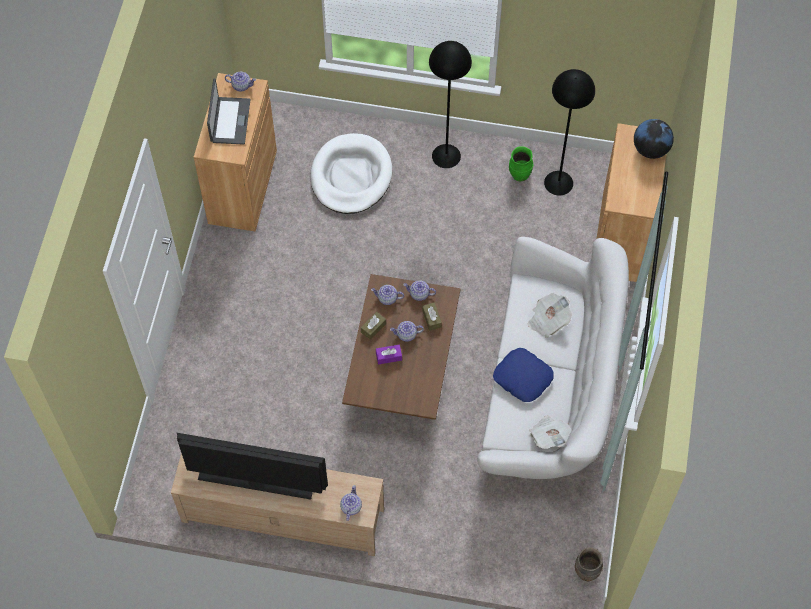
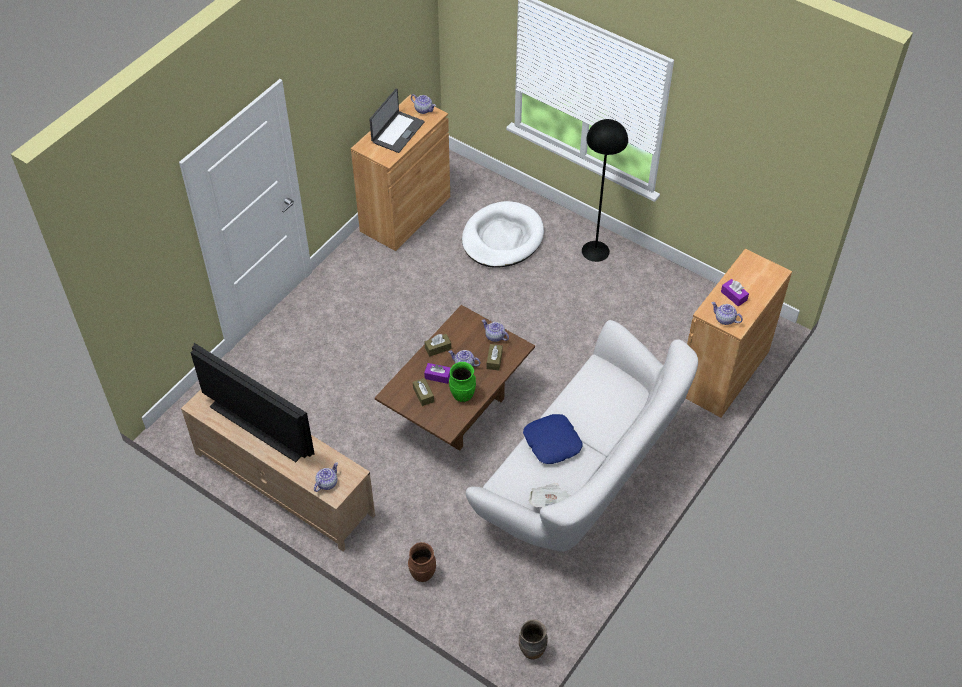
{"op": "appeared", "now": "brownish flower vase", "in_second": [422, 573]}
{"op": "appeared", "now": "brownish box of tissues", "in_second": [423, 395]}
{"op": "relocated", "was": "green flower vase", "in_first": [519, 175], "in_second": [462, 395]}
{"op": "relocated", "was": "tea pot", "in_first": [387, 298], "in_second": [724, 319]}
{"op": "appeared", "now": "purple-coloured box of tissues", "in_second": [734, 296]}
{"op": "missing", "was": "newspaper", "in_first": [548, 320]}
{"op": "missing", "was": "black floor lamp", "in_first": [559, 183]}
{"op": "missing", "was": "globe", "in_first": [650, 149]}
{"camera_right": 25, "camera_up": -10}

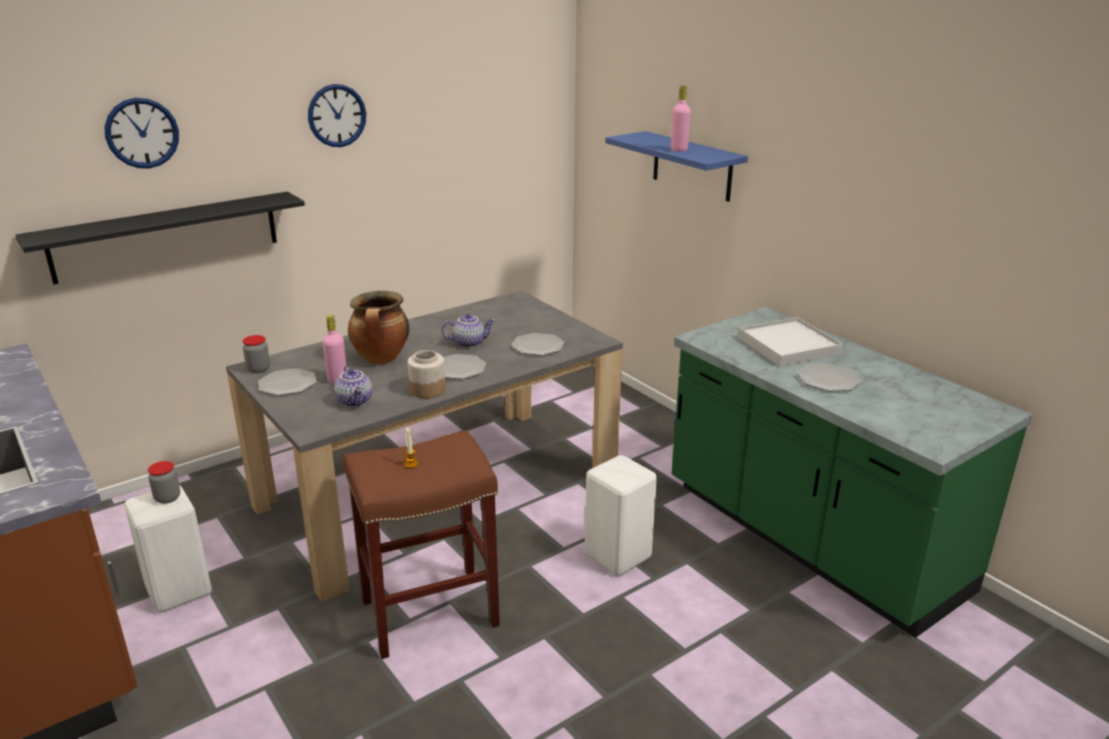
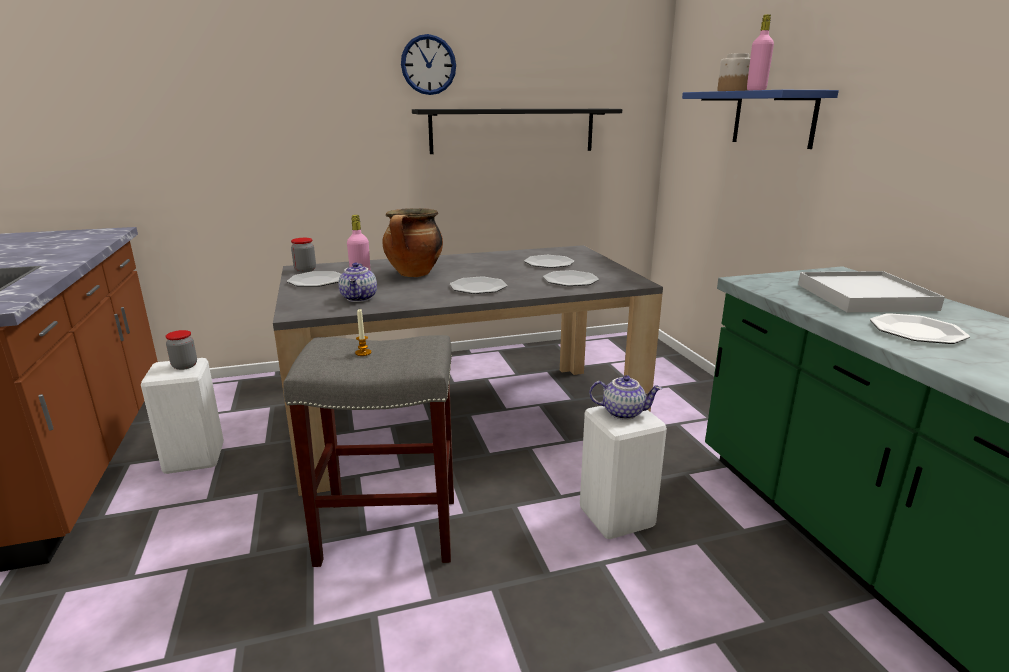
{"op": "colour", "was": "brownish stool", "now": "grey stool", "in_first": [428, 614], "in_second": [386, 531]}
{"op": "relocated", "was": "black bracket shelf", "in_first": [167, 236], "in_second": [513, 130]}
{"op": "appeared", "now": "flat dish", "in_second": [549, 263]}
{"op": "relocated", "was": "tea pot", "in_first": [469, 342], "in_second": [623, 412]}
{"op": "relocated", "was": "jar", "in_first": [427, 390], "in_second": [733, 91]}
{"op": "missing", "was": "hanging clock", "in_first": [142, 133]}
{"camera_right": 20, "camera_up": -5}

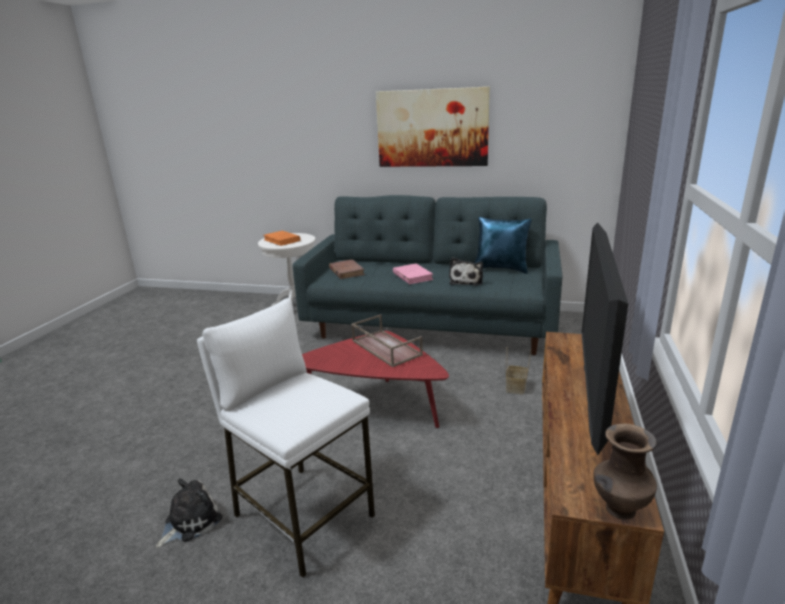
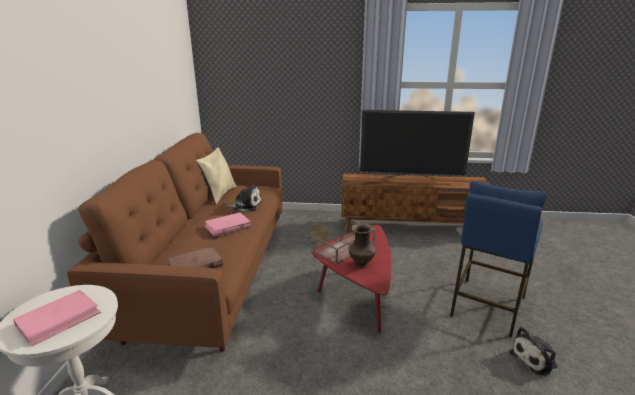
{"op": "colour", "was": "orangey bound book", "now": "pink-coloured bound book", "in_first": [282, 240], "in_second": [59, 319]}
{"op": "colour", "was": "grey couch", "now": "brownish couch", "in_first": [431, 326], "in_second": [211, 275]}
{"op": "colour", "was": "bluish throw pillow", "now": "sand-coloured throw pillow", "in_first": [501, 269], "in_second": [219, 194]}
{"op": "relocated", "was": "brownish flower vase", "in_first": [619, 509], "in_second": [361, 265]}
{"op": "colour", "was": "white-coloured stool", "now": "bluish stool", "in_first": [303, 515], "in_second": [486, 306]}
{"op": "spun", "was": "soft toy", "in_first": [190, 521], "in_second": [535, 359], "clockwise": -60}
{"op": "missing", "was": "wall art", "in_first": [432, 128]}
{"camera_right": -100, "camera_up": 0}

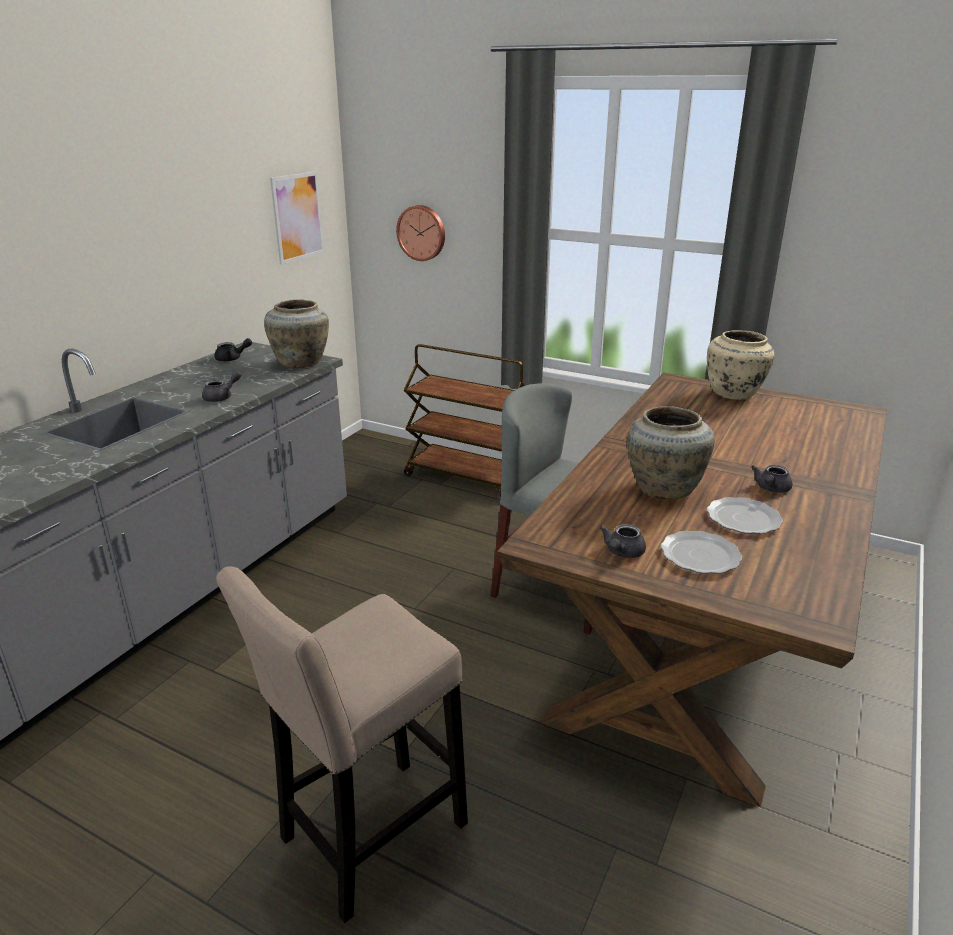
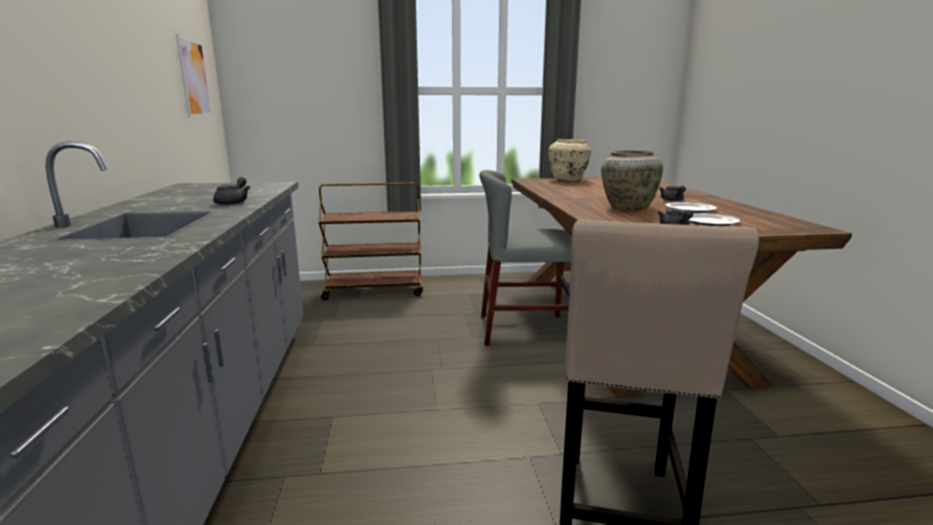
{"op": "missing", "was": "black tea pot", "in_first": [232, 359]}
{"op": "missing", "was": "sand-coloured flower vase", "in_first": [301, 363]}
{"op": "missing", "was": "hanging clock", "in_first": [422, 233]}
{"camera_right": -35, "camera_up": -10}

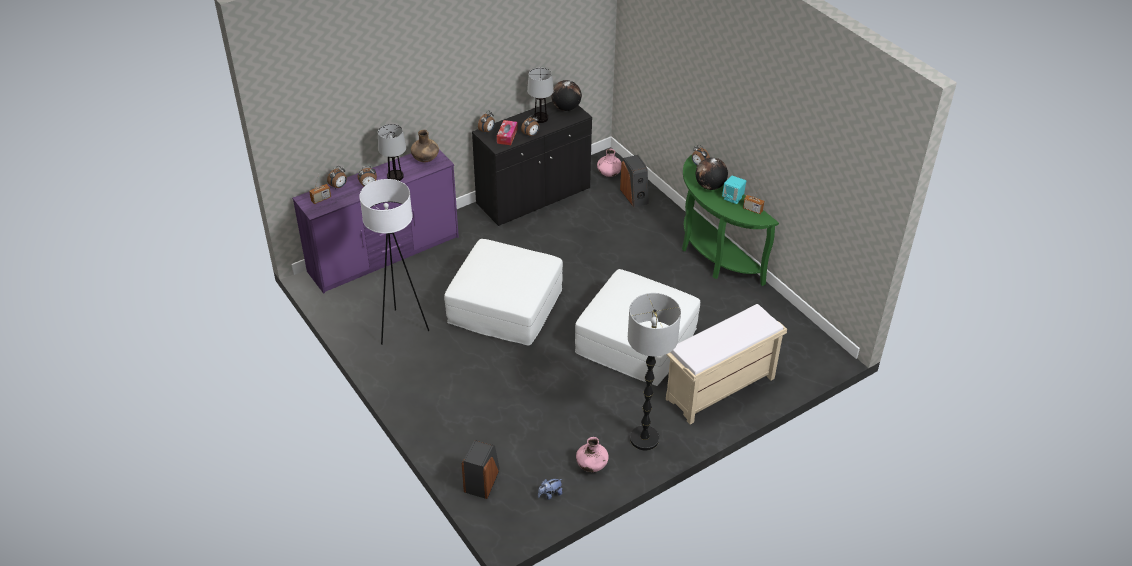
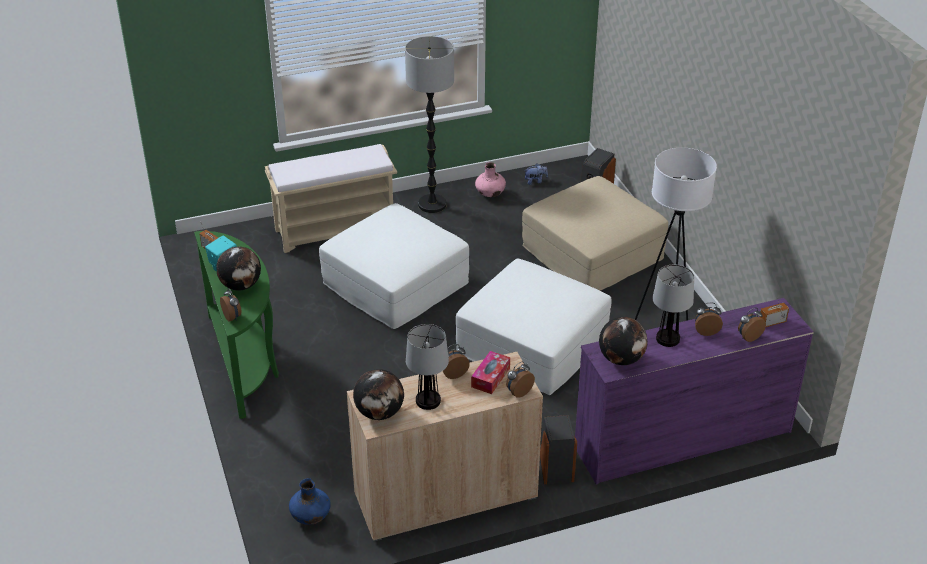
{"op": "colour", "was": "pink-coloured flower vase", "now": "bluish flower vase", "in_first": [609, 173], "in_second": [311, 517]}
{"op": "colour", "was": "black cabinet", "now": "sand-coloured cabinet", "in_first": [533, 197], "in_second": [445, 495]}
{"op": "appeared", "now": "sand-coloured footrest", "in_second": [591, 253]}
{"op": "relocated", "was": "loudspeaker", "in_first": [634, 196], "in_second": [555, 466]}
{"op": "exchanged", "was": "brownish flower vase", "now": "globe", "in_first": [425, 159], "in_second": [621, 359]}
{"camera_right": -165, "camera_up": -5}

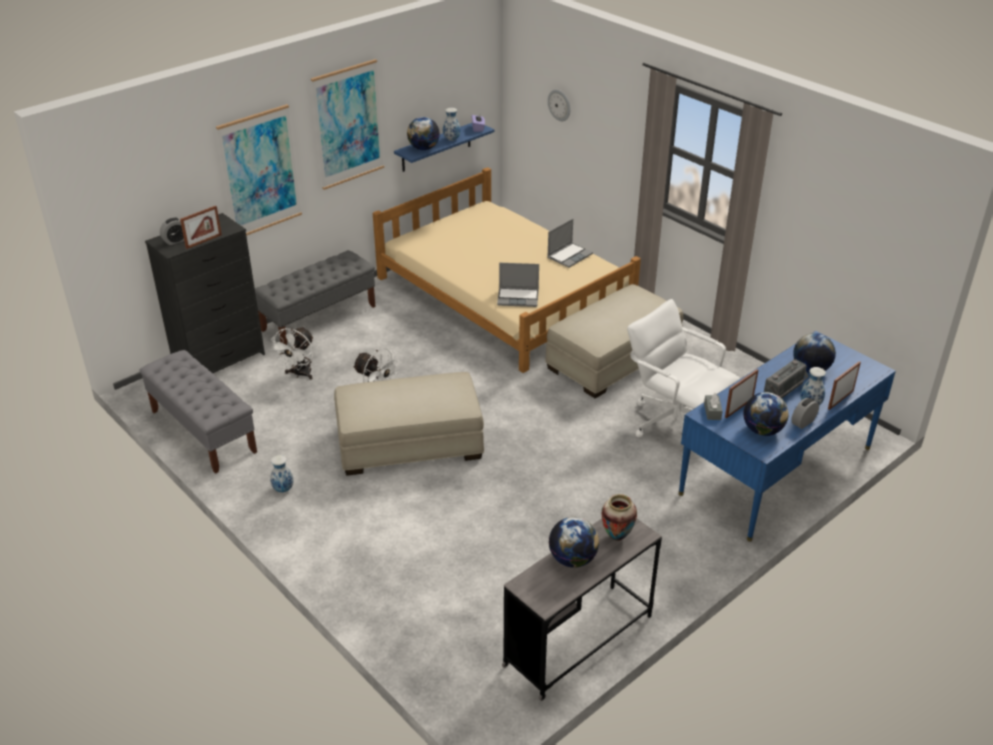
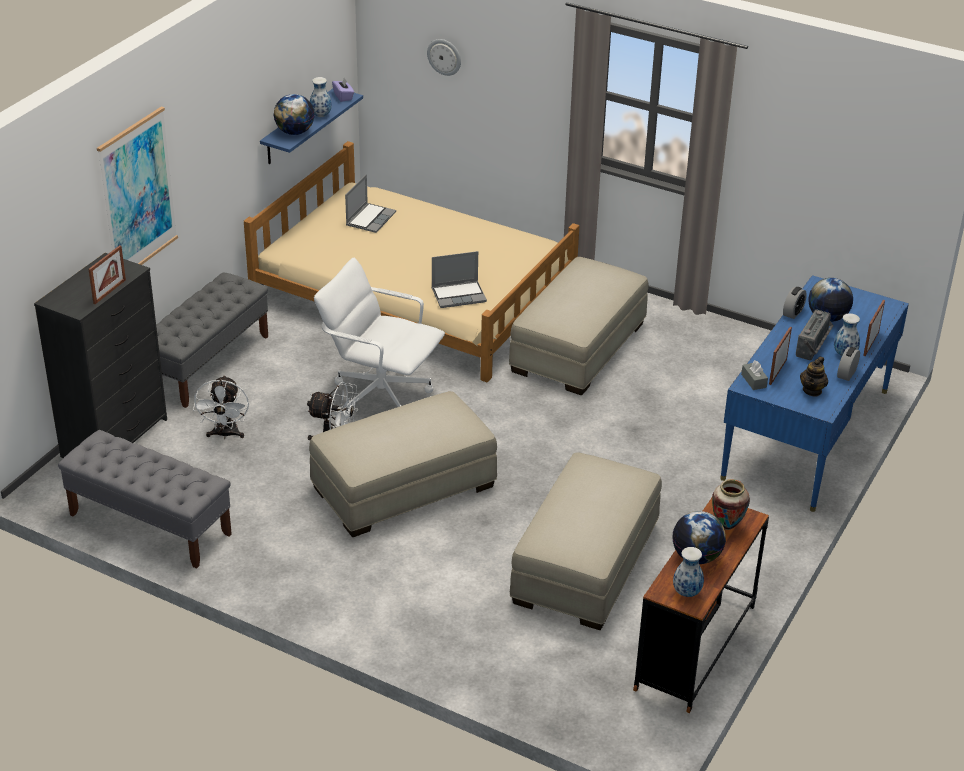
{"op": "relocated", "was": "white-coloured desk chair", "in_first": [674, 422], "in_second": [380, 395]}
{"op": "relocated", "was": "portable computer", "in_first": [569, 256], "in_second": [370, 219]}
{"op": "appeared", "now": "sand-coloured footrest", "in_second": [585, 563]}
{"op": "colour", "was": "grey desk", "now": "brownish desk", "in_first": [578, 641], "in_second": [695, 648]}
{"op": "relocated", "was": "flower vase", "in_first": [283, 489], "in_second": [687, 593]}
{"op": "relocated", "was": "table clock", "in_first": [176, 241], "in_second": [793, 313]}
{"op": "exchanged", "was": "globe", "now": "tea pot", "in_first": [762, 431], "in_second": [812, 390]}
{"op": "missing", "was": "wall art", "in_first": [348, 124]}
{"camera_right": -20, "camera_up": 0}

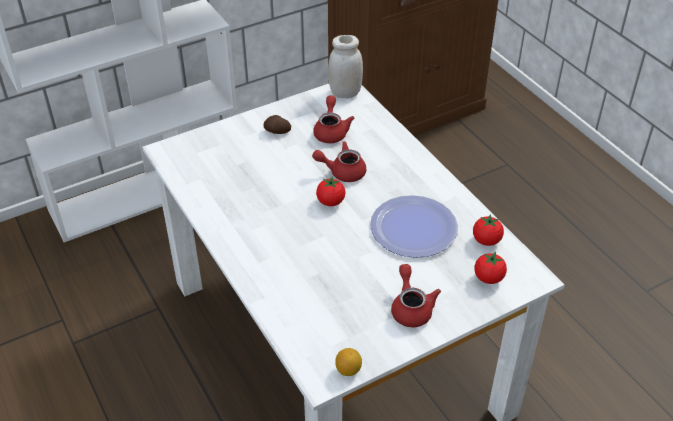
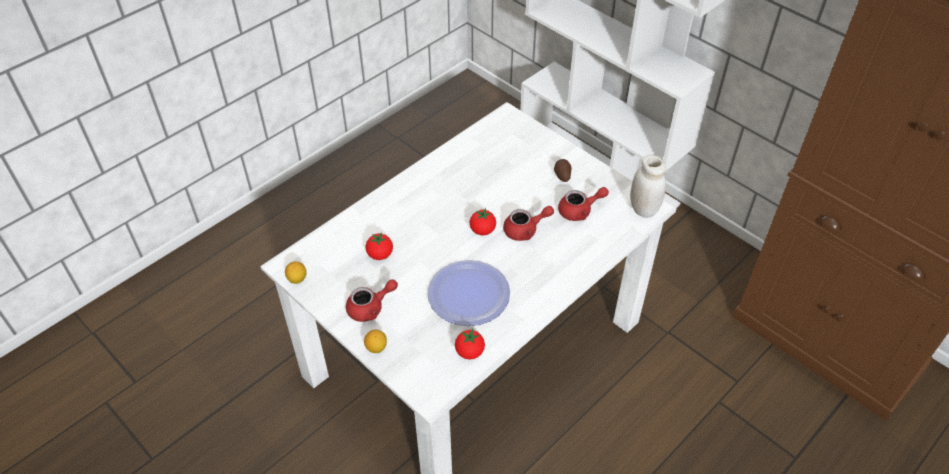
{"op": "appeared", "now": "whole lemon", "in_second": [376, 348]}
{"op": "relocated", "was": "tomato", "in_first": [488, 278], "in_second": [380, 254]}
{"op": "spun", "was": "red tea pot", "in_first": [342, 172], "in_second": [525, 230], "clockwise": 90}
{"camera_right": 75, "camera_up": 5}

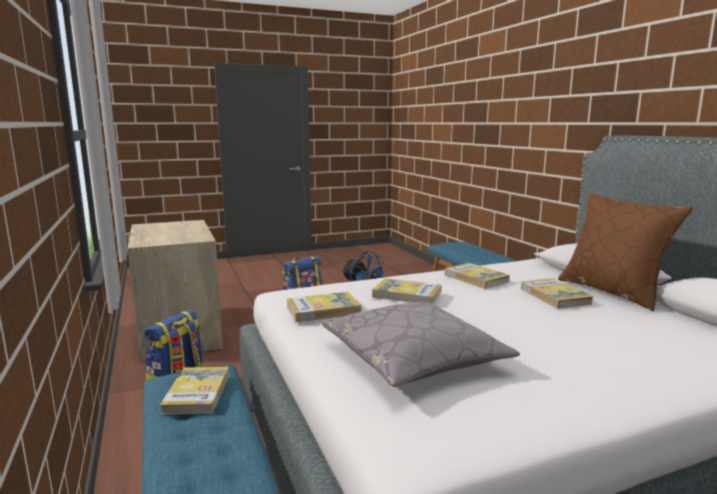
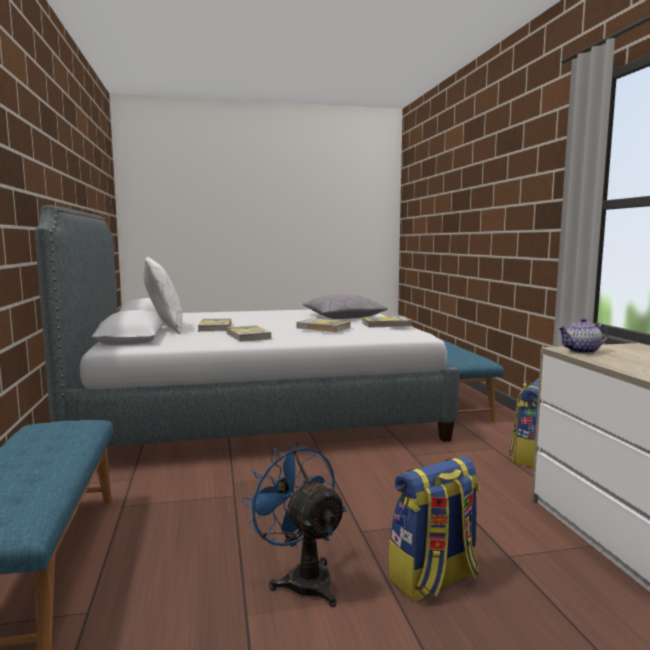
{"op": "colour", "was": "brownish throw pillow", "now": "white-coloured throw pillow", "in_first": [613, 291], "in_second": [164, 328]}
{"op": "appeared", "now": "tea pot", "in_second": [582, 351]}
{"op": "missing", "was": "bound book", "in_first": [197, 393]}
{"camera_right": -170, "camera_up": -5}

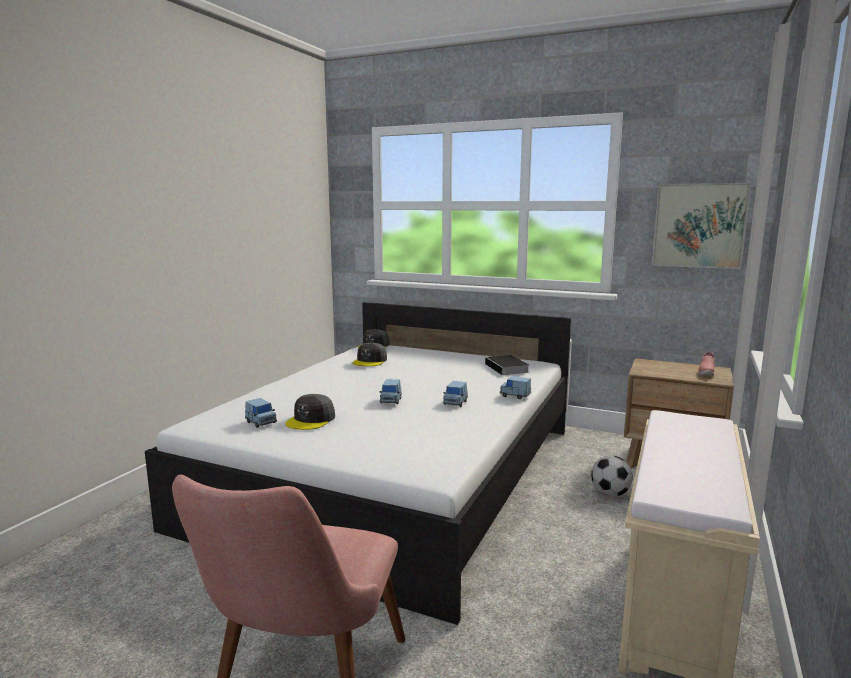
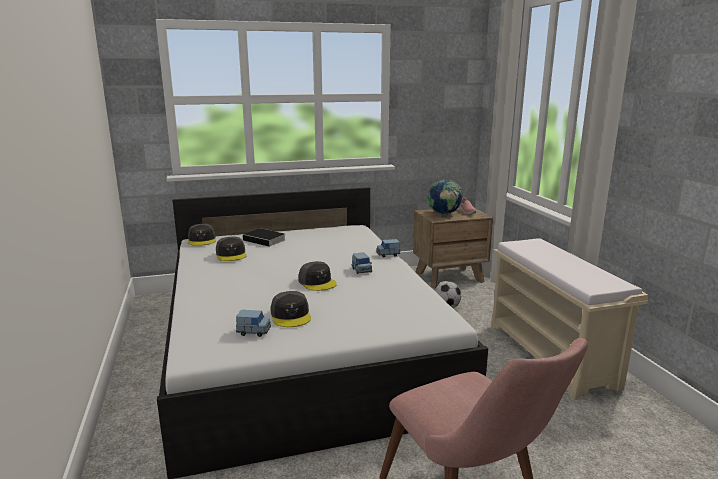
{"op": "relocated", "was": "bound book", "in_first": [507, 368], "in_second": [265, 240]}
{"op": "exchanged", "was": "bluish miniature car", "now": "grey cap", "in_first": [391, 401], "in_second": [317, 282]}
{"op": "appeared", "now": "globe", "in_second": [444, 214]}
{"op": "missing", "was": "wall art", "in_first": [699, 225]}
{"camera_right": -40, "camera_up": 5}

